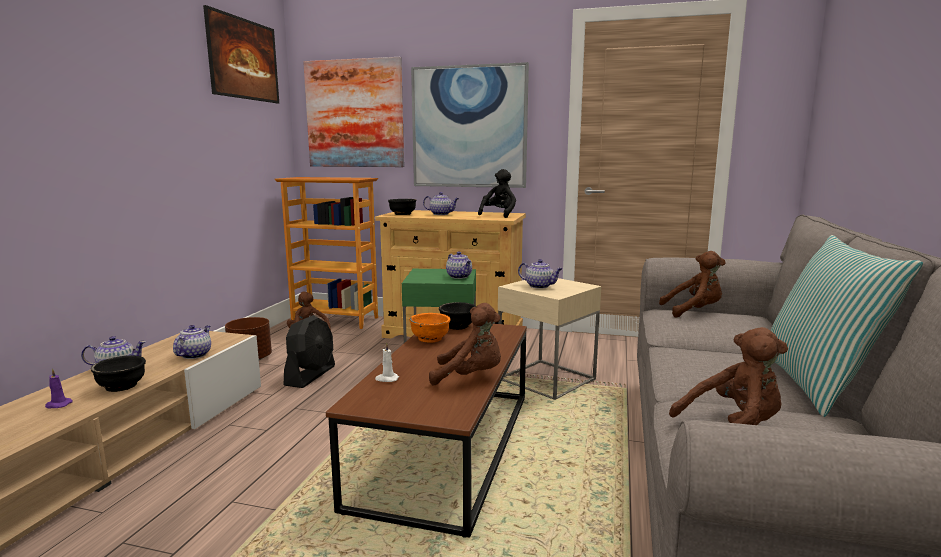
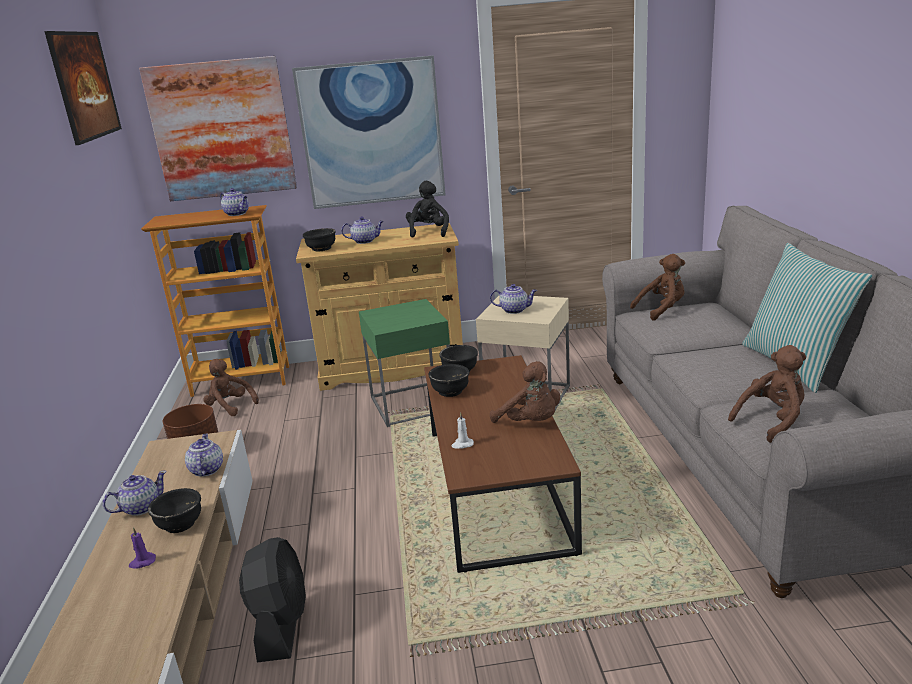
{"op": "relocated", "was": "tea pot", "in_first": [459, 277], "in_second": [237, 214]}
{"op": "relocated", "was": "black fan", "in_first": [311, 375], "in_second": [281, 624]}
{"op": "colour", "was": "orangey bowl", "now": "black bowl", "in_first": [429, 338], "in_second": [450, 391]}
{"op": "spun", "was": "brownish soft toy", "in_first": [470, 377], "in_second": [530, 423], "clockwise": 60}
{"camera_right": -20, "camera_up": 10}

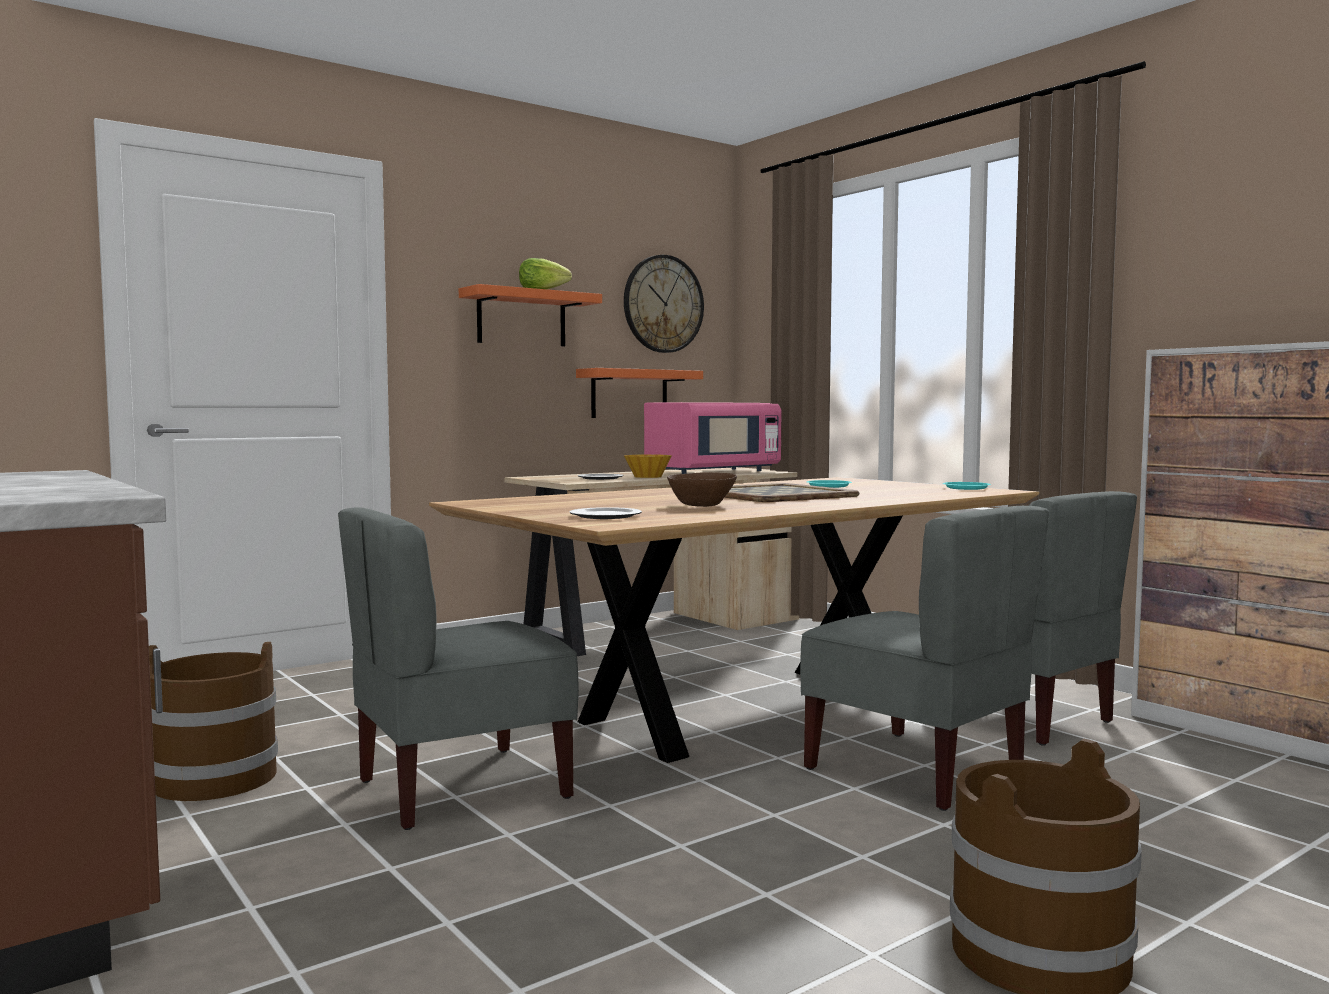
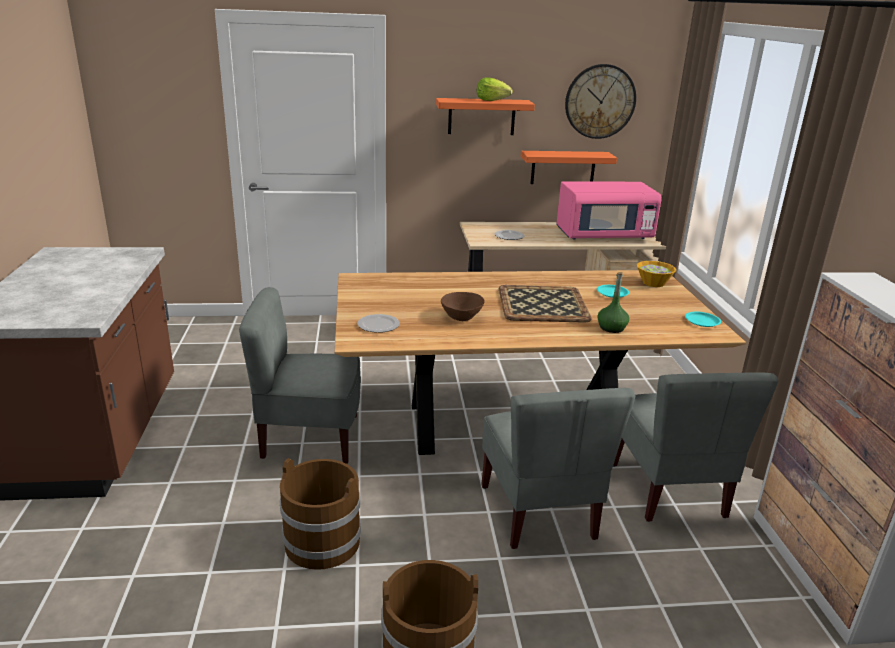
{"op": "relocated", "was": "brownish water bucket", "in_first": [214, 779], "in_second": [321, 542]}
{"op": "appeared", "now": "green bottle", "in_second": [611, 328]}
{"op": "relocated", "was": "bowl", "in_first": [647, 476], "in_second": [653, 283]}
{"camera_right": 30, "camera_up": 20}

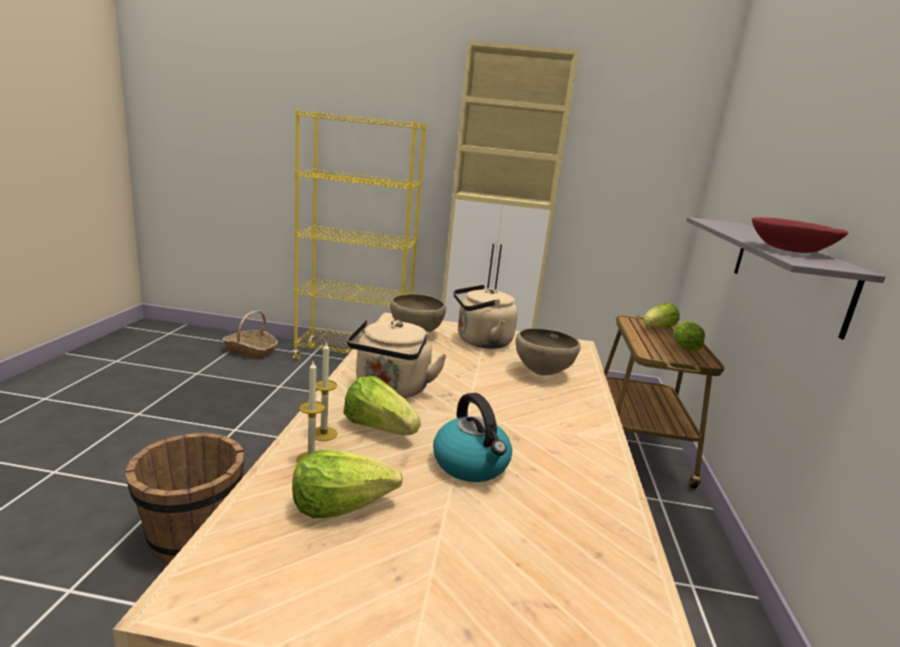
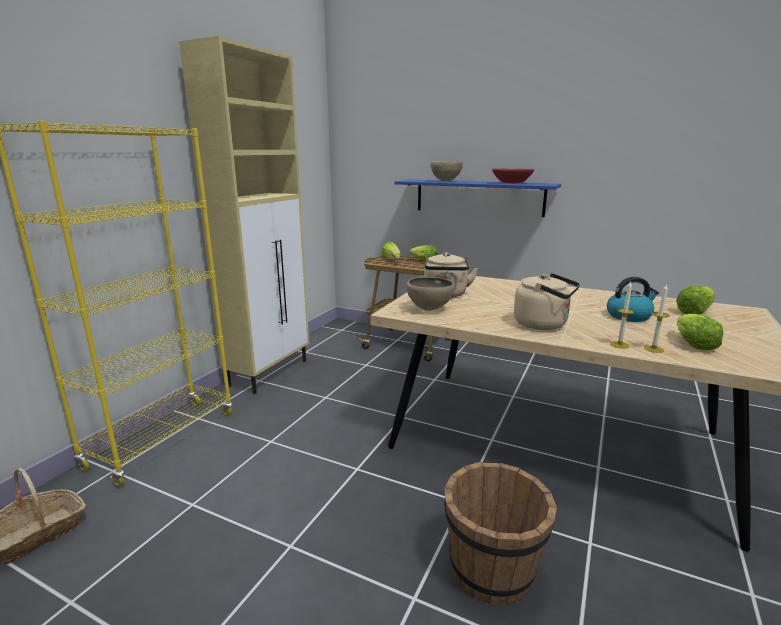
{"op": "colour", "was": "grey bracket shelf", "now": "bluish bracket shelf", "in_first": [787, 271], "in_second": [478, 197]}
{"op": "relocated", "was": "brownish bowl", "in_first": [542, 373], "in_second": [446, 181]}
{"op": "relocated", "was": "lettuce", "in_first": [379, 428], "in_second": [694, 312]}
{"camera_right": -70, "camera_up": 0}

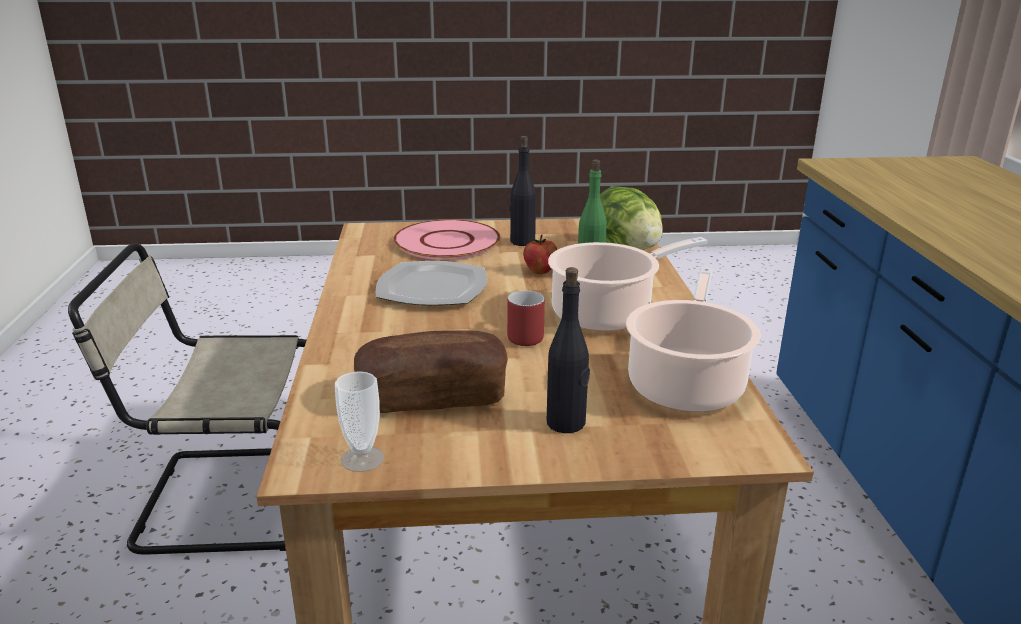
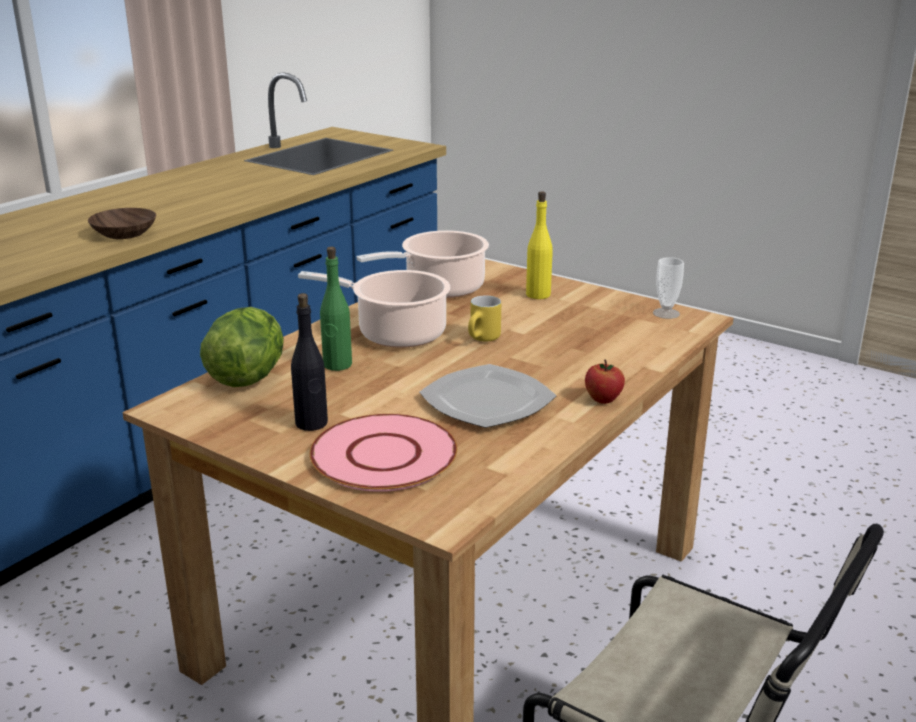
{"op": "appeared", "now": "brownish bowl", "in_second": [126, 233]}
{"op": "colour", "was": "red coffee mug", "now": "yellow coffee mug", "in_first": [521, 336], "in_second": [484, 340]}
{"op": "colour", "was": "black bottle", "now": "yellow bottle", "in_first": [566, 423], "in_second": [538, 294]}
{"op": "relocated", "was": "whole apple", "in_first": [540, 271], "in_second": [603, 399]}
{"op": "missing", "was": "baked bread", "in_first": [432, 396]}
{"camera_right": -140, "camera_up": 0}

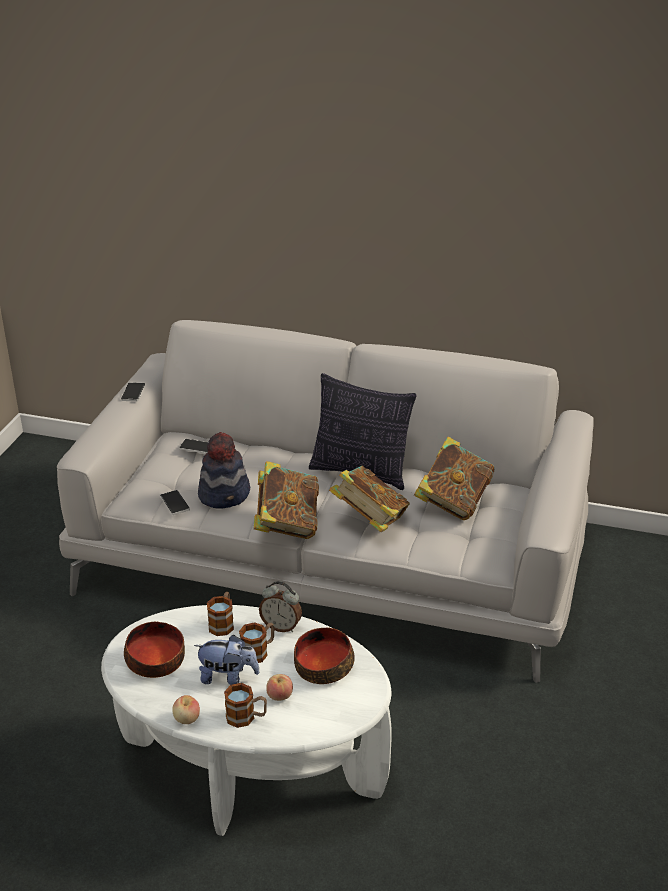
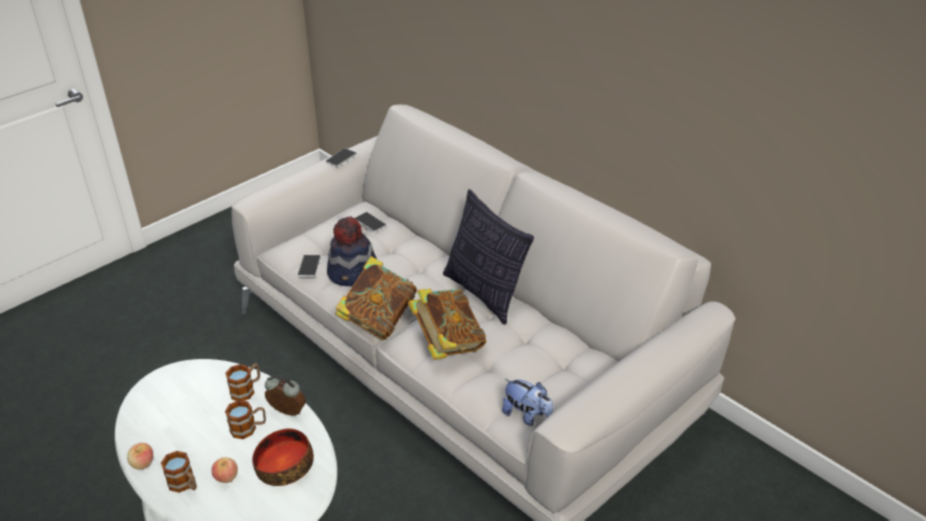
{"op": "spun", "was": "table clock", "in_first": [281, 626], "in_second": [287, 413], "clockwise": 150}
{"op": "relocated", "was": "soft toy", "in_first": [228, 677], "in_second": [527, 416]}
{"op": "missing", "was": "bowl", "in_first": [155, 661]}
{"op": "missing", "was": "bound book", "in_first": [453, 502]}
{"camera_right": 30, "camera_up": 5}

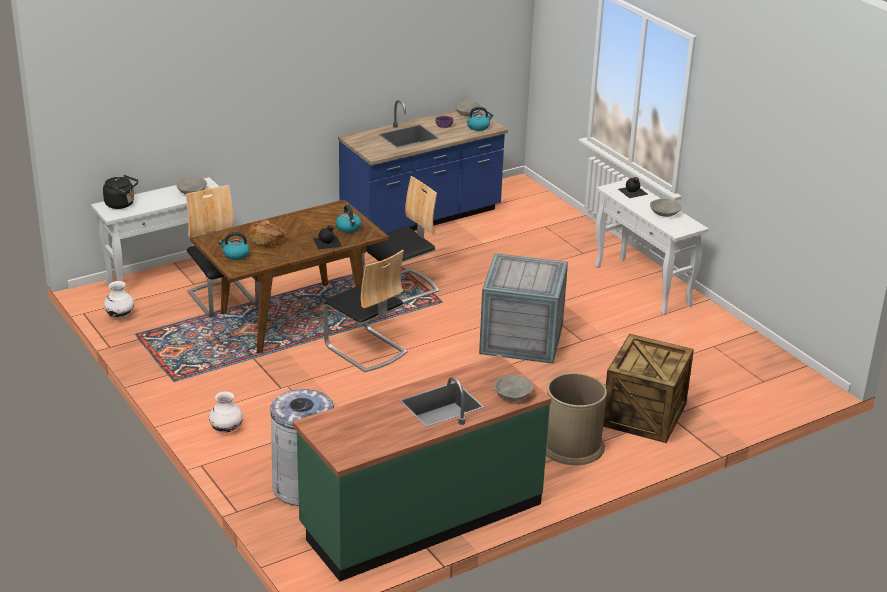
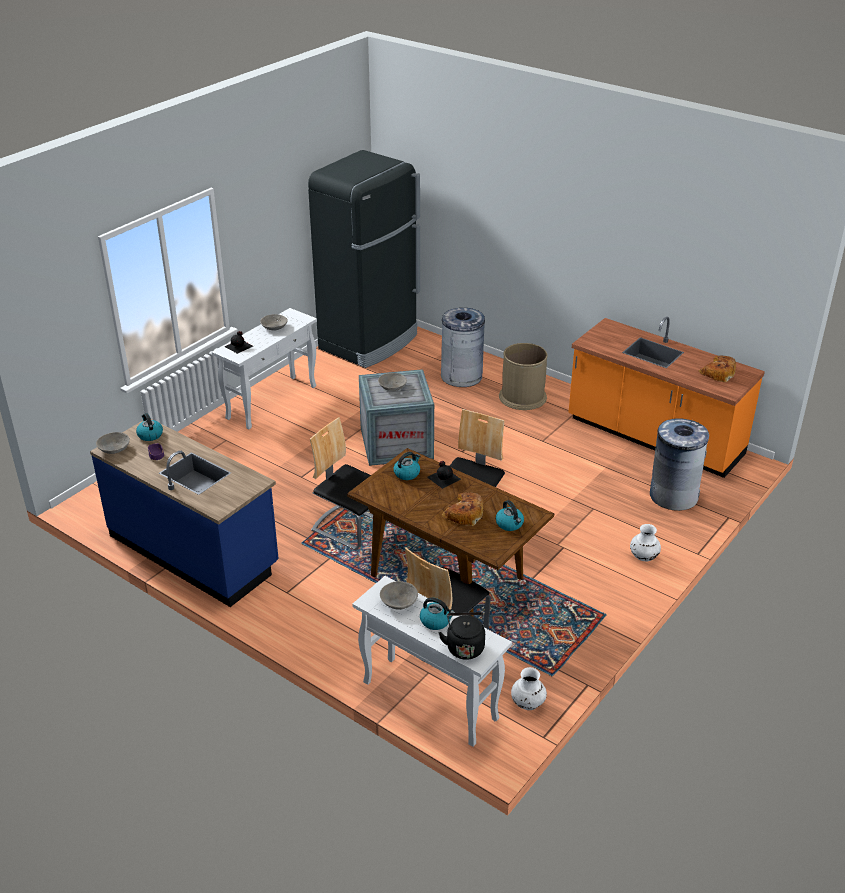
{"op": "appeared", "now": "black refrigerator", "in_second": [369, 342]}
{"op": "relocated", "was": "grey bowl", "in_first": [513, 395], "in_second": [392, 387]}
{"op": "appeared", "now": "kettle", "in_second": [436, 621]}
{"op": "exchanged", "was": "shipping crate", "now": "grey trash can", "in_first": [643, 414], "in_second": [461, 376]}
{"op": "colour", "was": "green counter", "now": "orangey counter", "in_first": [421, 516], "in_second": [654, 438]}
{"op": "appeared", "now": "baked bread", "in_second": [717, 373]}
{"camera_right": -110, "camera_up": 5}

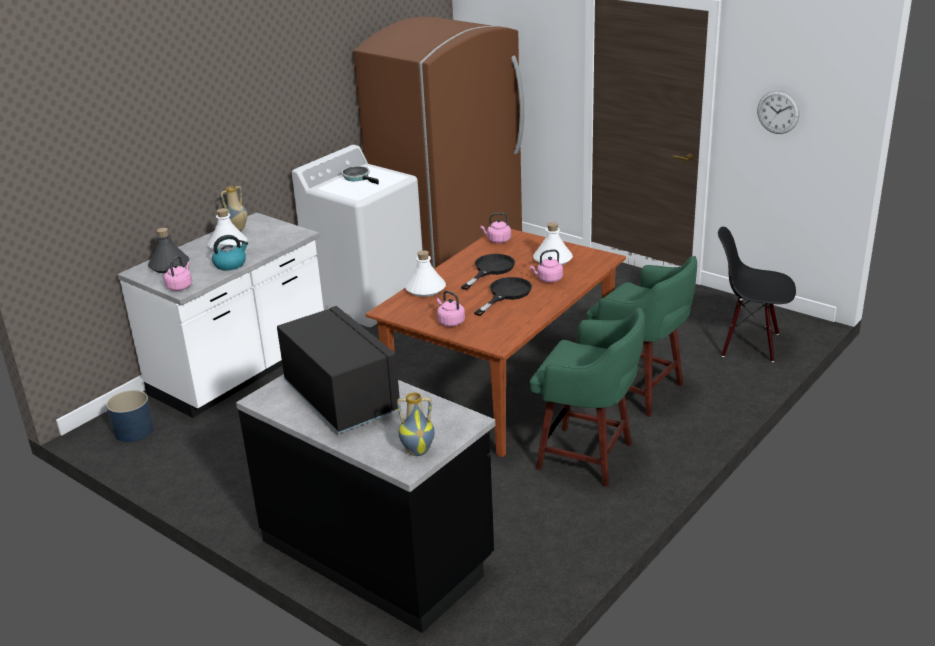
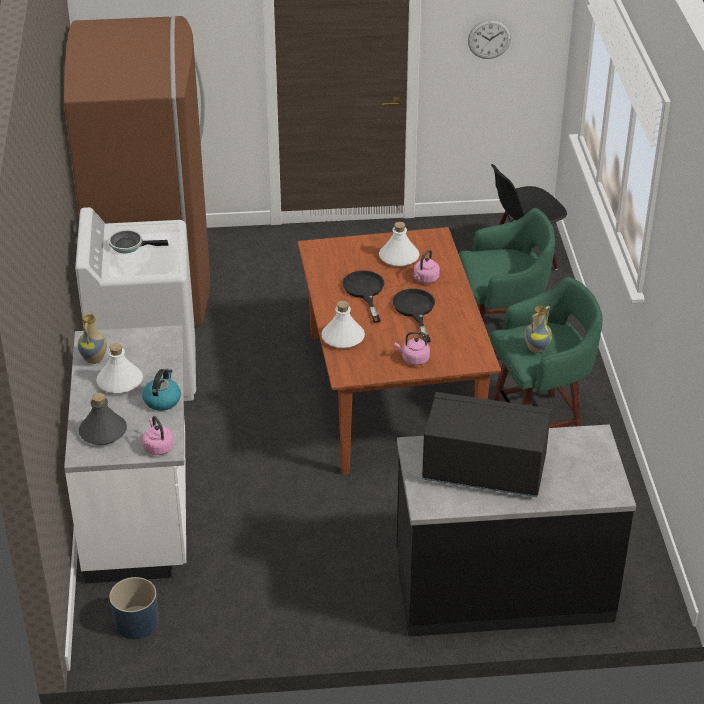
{"op": "relocated", "was": "flower vase", "in_first": [418, 450], "in_second": [536, 348]}
{"op": "missing", "was": "pink-coloured kettle", "in_first": [497, 240]}
{"camera_right": -45, "camera_up": 10}

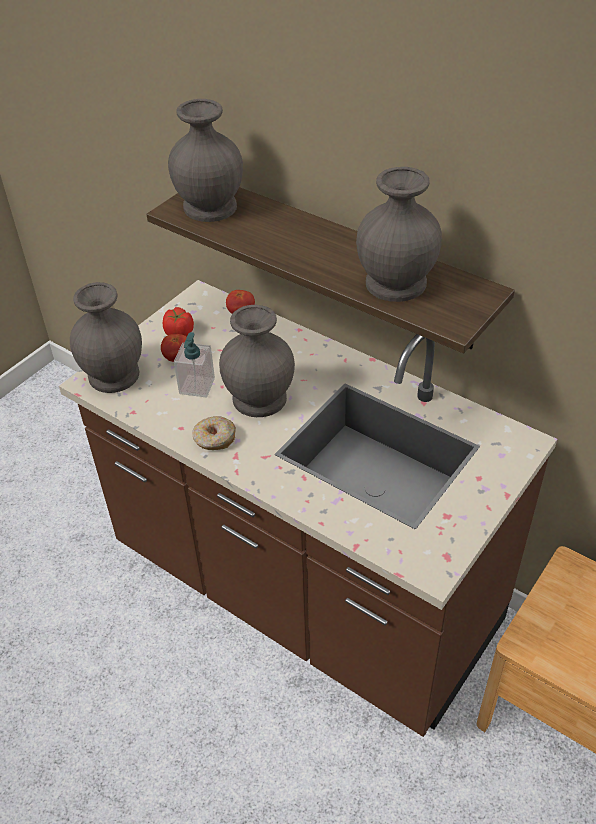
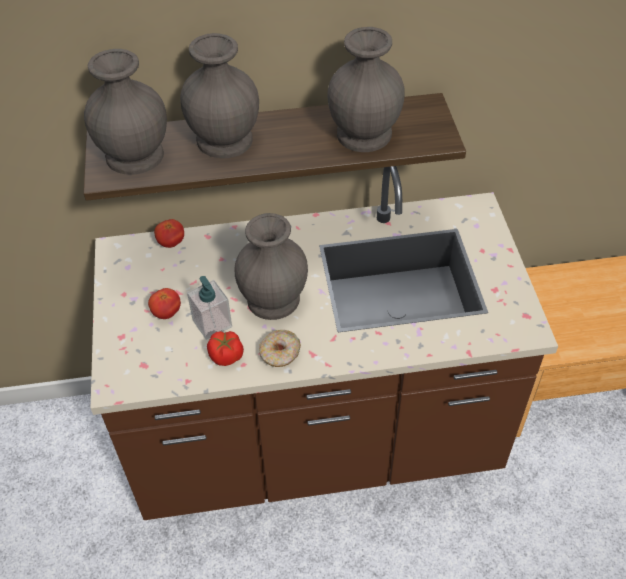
{"op": "relocated", "was": "grey flower vase", "in_first": [113, 376], "in_second": [225, 140]}
{"op": "relocated", "was": "tomato", "in_first": [179, 333], "in_second": [226, 356]}
{"camera_right": -45, "camera_up": 5}

